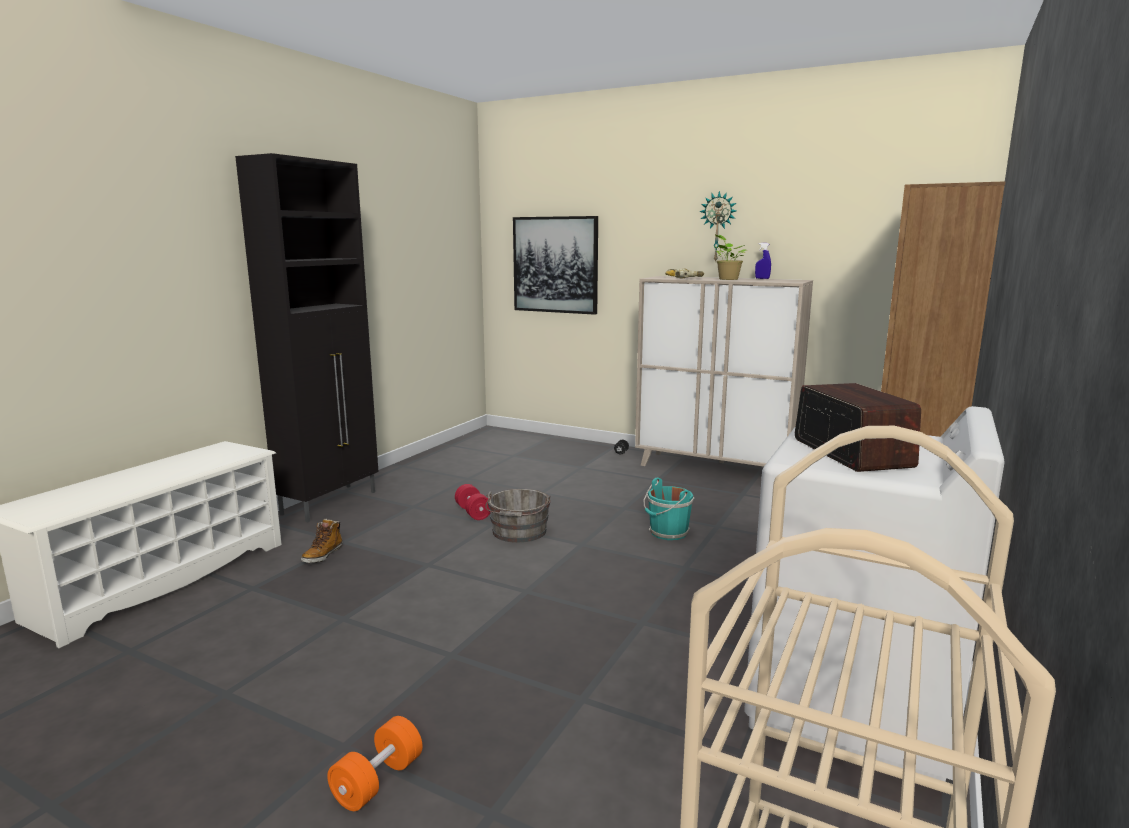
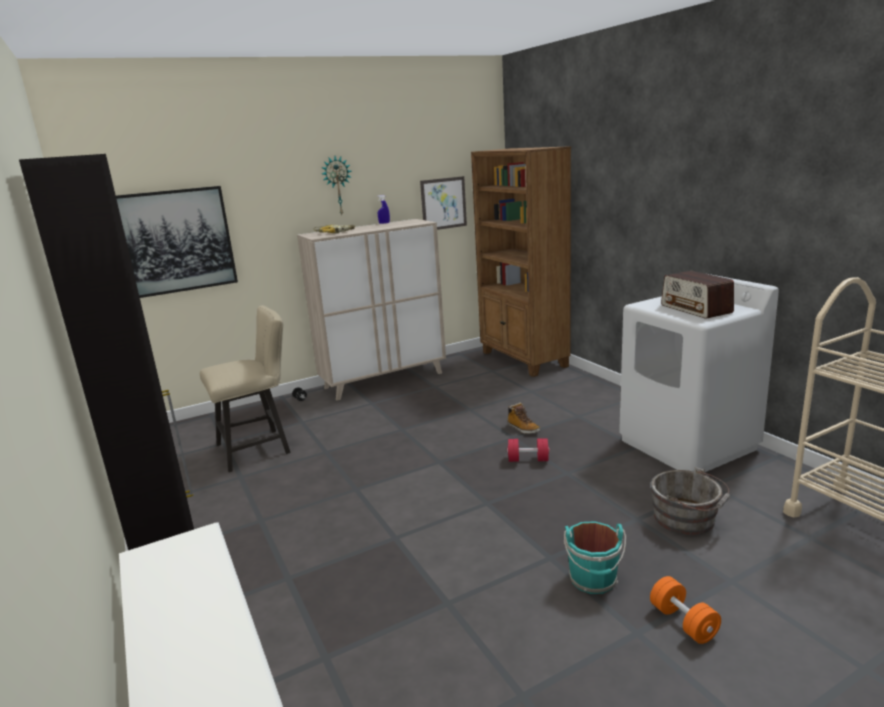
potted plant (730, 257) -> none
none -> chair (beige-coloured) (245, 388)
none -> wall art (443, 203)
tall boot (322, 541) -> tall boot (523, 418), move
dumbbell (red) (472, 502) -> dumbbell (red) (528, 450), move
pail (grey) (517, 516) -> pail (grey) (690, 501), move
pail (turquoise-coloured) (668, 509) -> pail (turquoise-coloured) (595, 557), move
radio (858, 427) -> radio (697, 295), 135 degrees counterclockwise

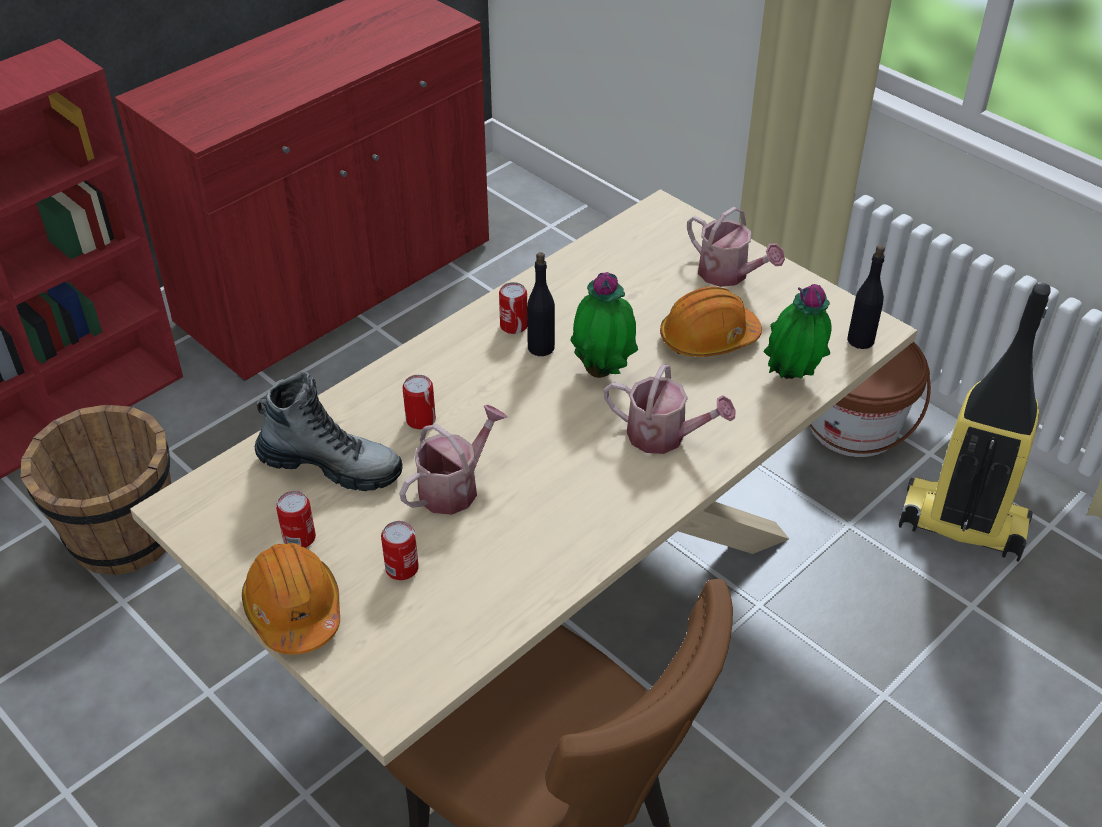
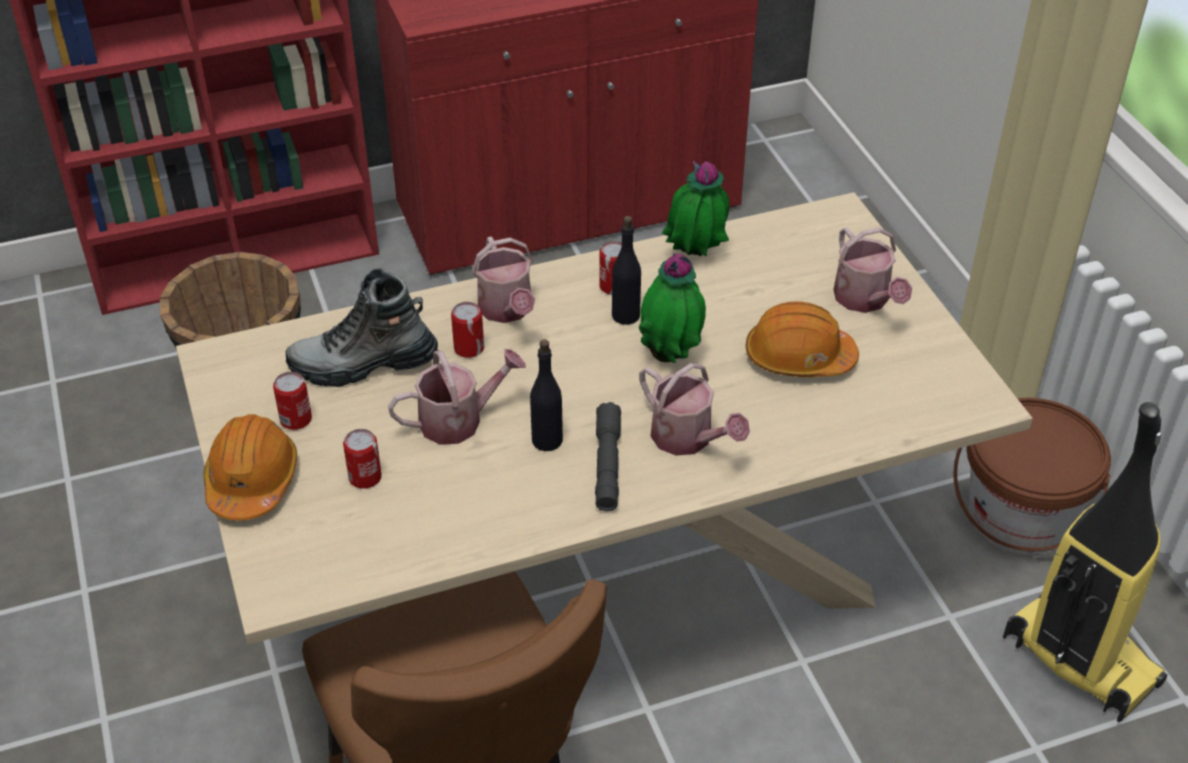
none -> watering pot (503, 279)
none -> flashlight (grey) (608, 456)
potted plant (797, 331) -> potted plant (695, 208), move
beverage bottle (black-coloured) (866, 297) -> beverage bottle (black-coloured) (546, 395), move
tall boot (328, 431) -> tall boot (362, 327), 135 degrees clockwise

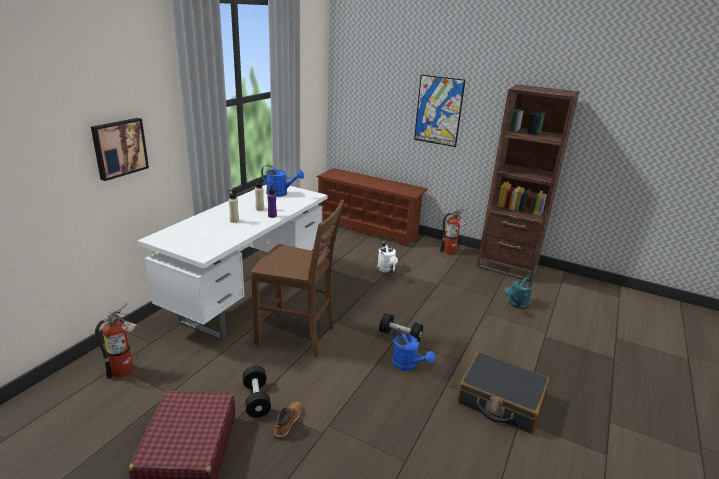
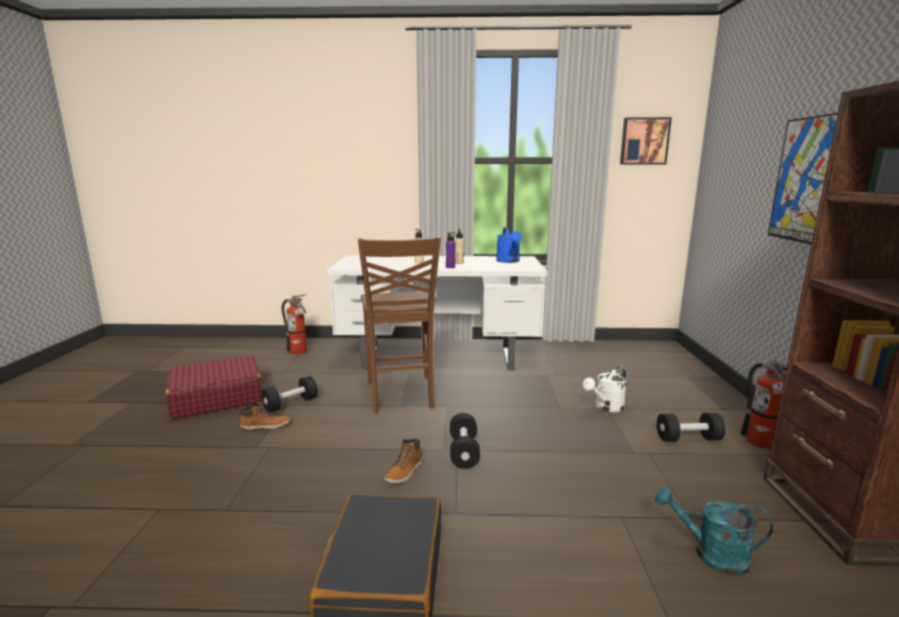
shoe stand (brown) (372, 207) -> none
none -> dumbbell (black-coloured) (691, 427)
wall art (120, 149) -> wall art (646, 141), move
watering pot (bluish) (413, 349) -> tall boot (403, 461)

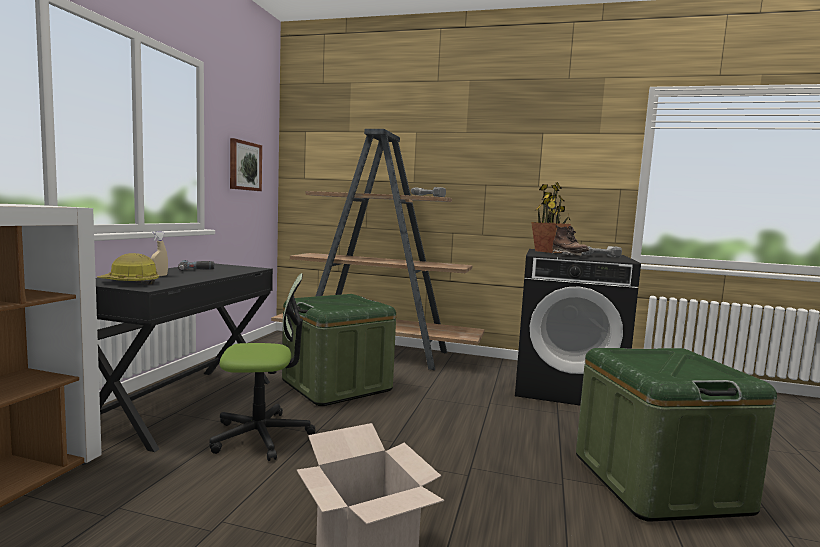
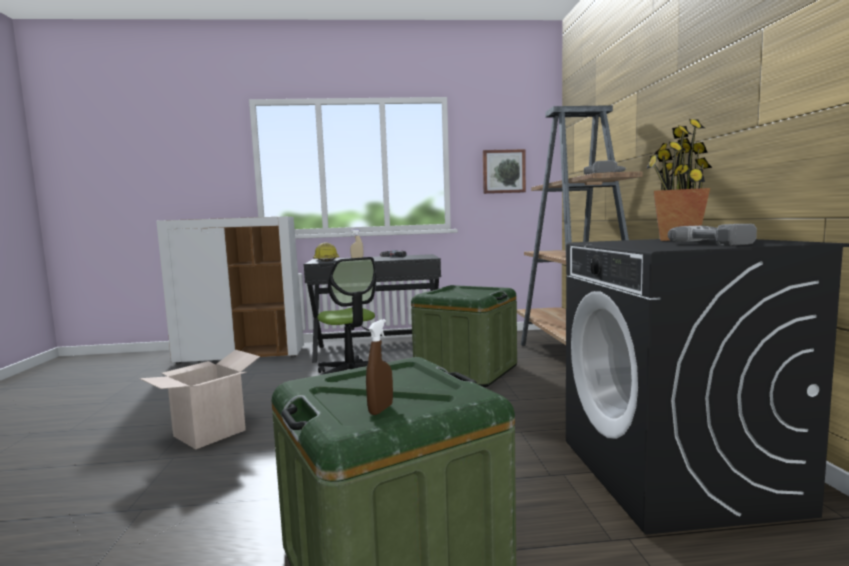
tall boot (brown) (570, 240) -> none
none -> hand sprayer (brown) (379, 367)

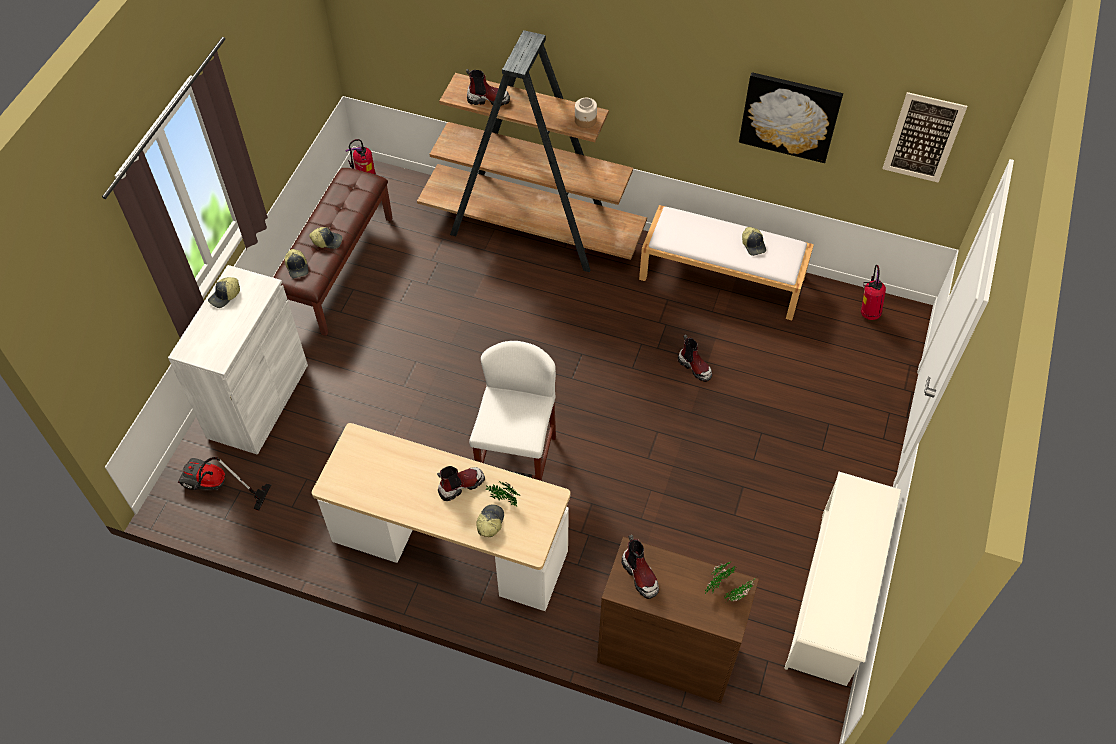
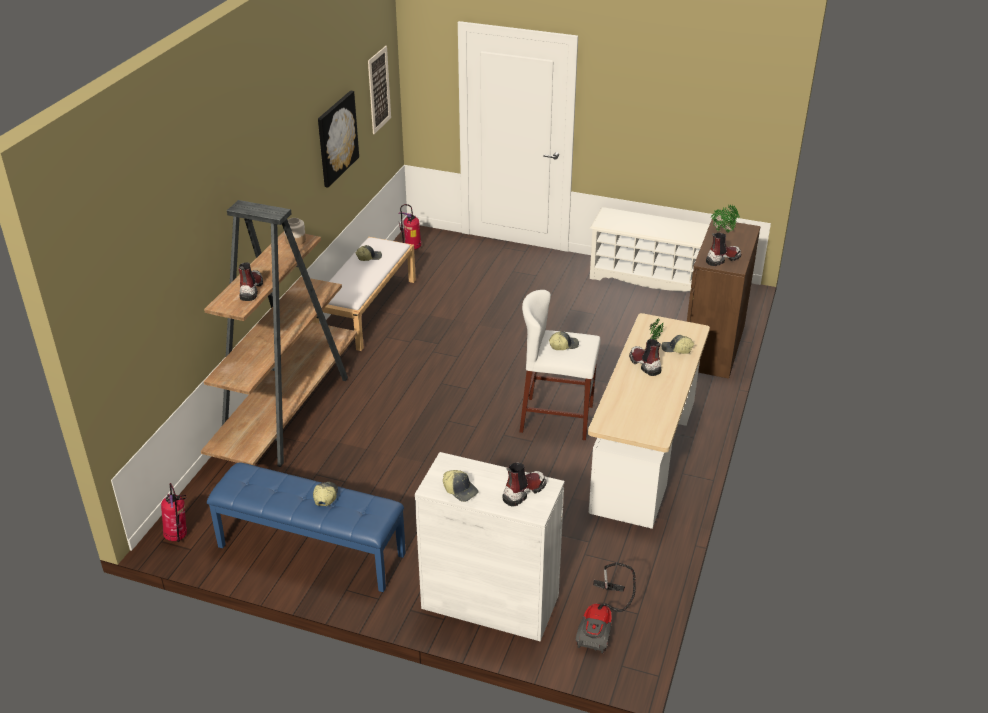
cap (297, 263) -> cap (564, 340), move
tall boot (695, 358) -> tall boot (525, 484), move
indoor bench (brown) (332, 252) -> indoor bench (bluish) (306, 527)

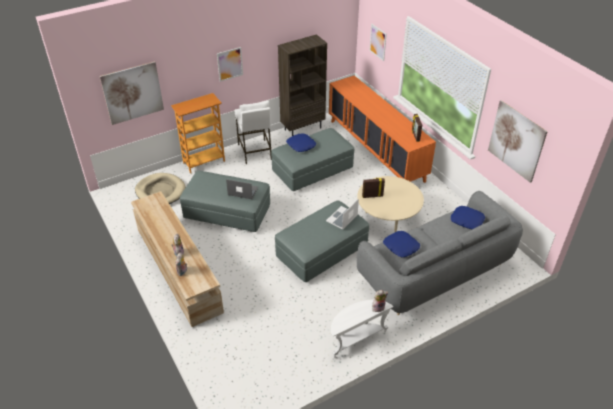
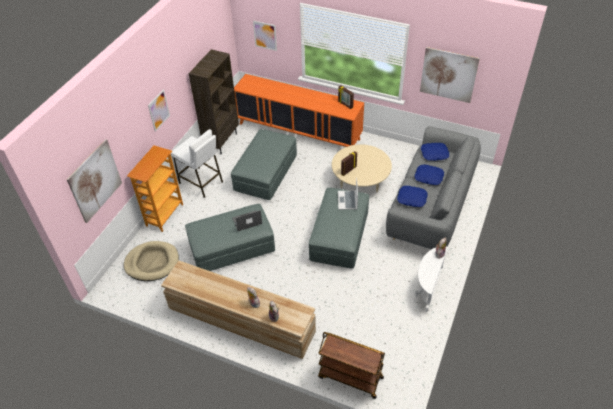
none -> wheeled cart (brown) (351, 365)
throw pillow (bluish) (301, 142) -> throw pillow (bluish) (429, 174), move

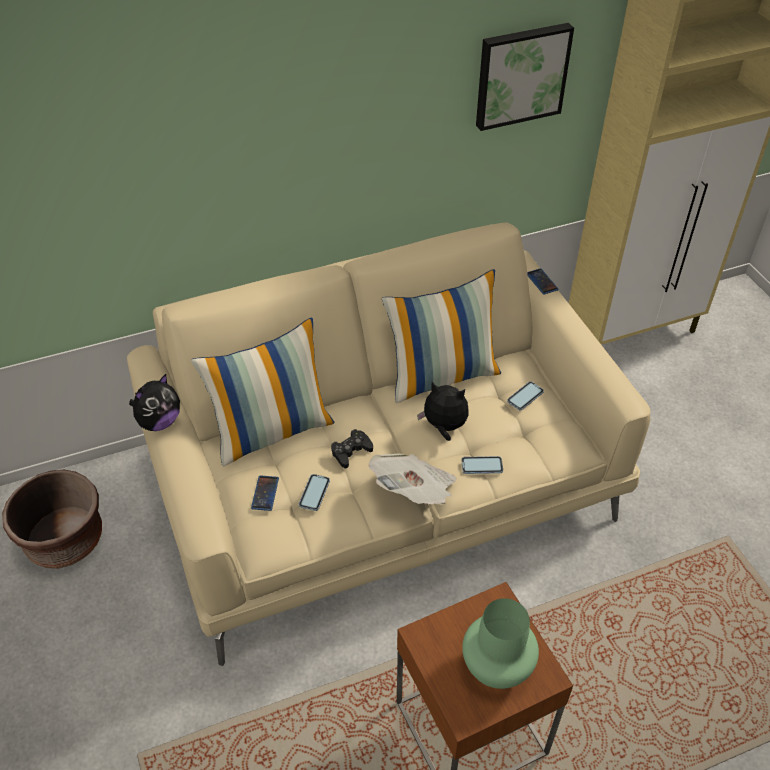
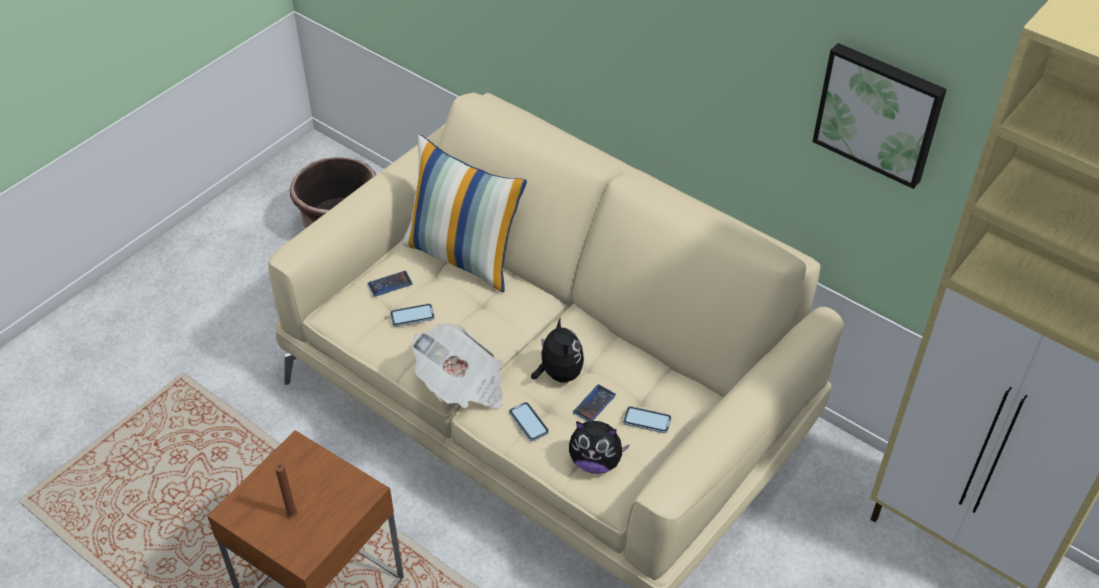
gamepad (black-coloured) (352, 448) -> none
throw pillow (441, 336) -> none
soft toy (154, 402) -> soft toy (599, 447), move
handset (543, 281) -> handset (594, 402), move
decorative vase (green-coloured) (500, 643) -> wax light (brown) (286, 490)

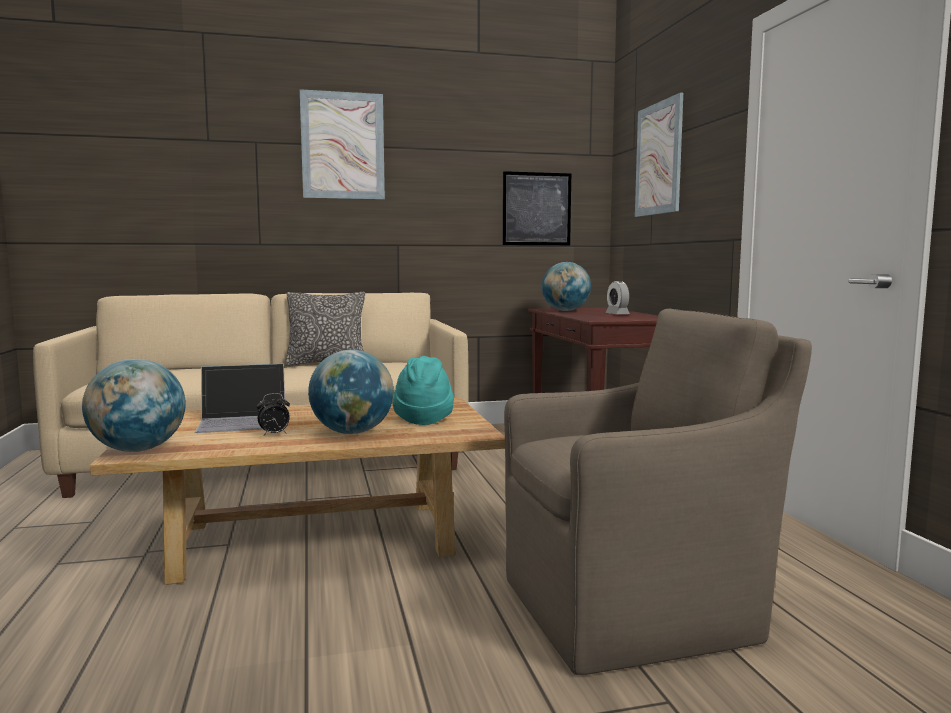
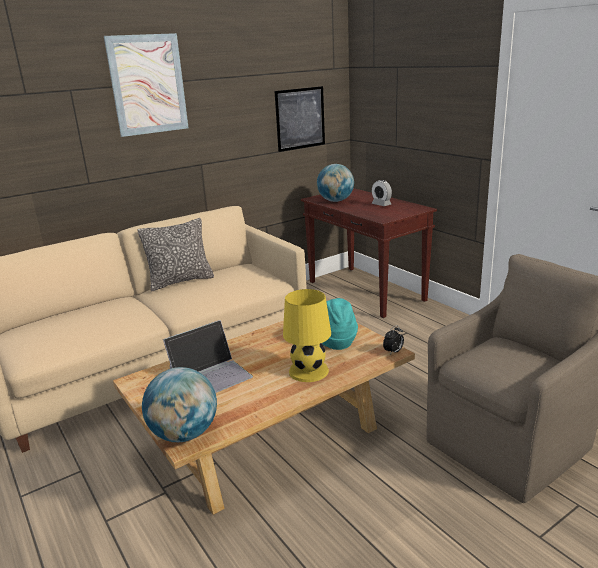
wall art (659, 154) -> none
alarm clock (273, 414) -> alarm clock (393, 340), move
world globe (351, 392) -> tabletop lamp (yellow) (307, 335)

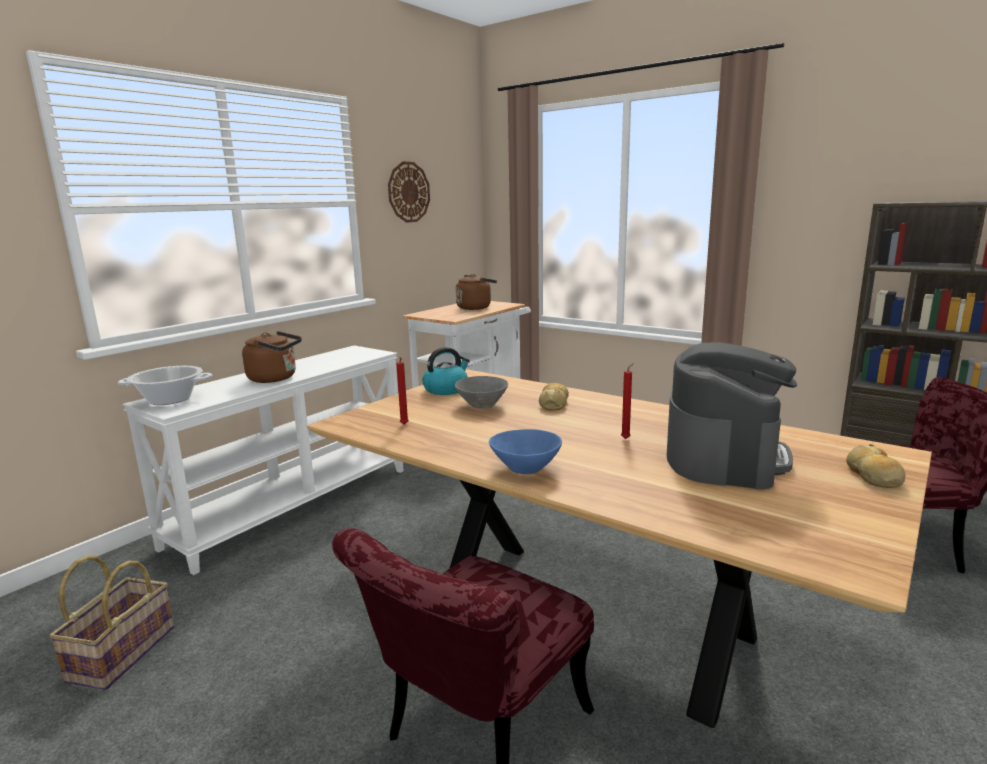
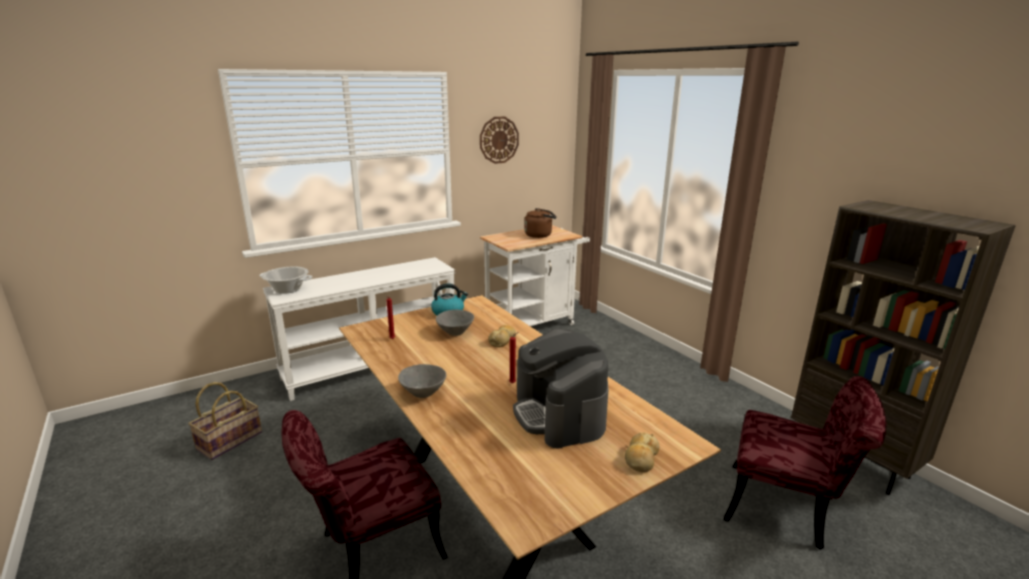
water kettle (brown) (272, 357) -> none
serving bowl (bluish) (525, 451) -> serving bowl (grey) (422, 381)
coffee machine (732, 416) -> coffee machine (561, 389), 120 degrees clockwise

